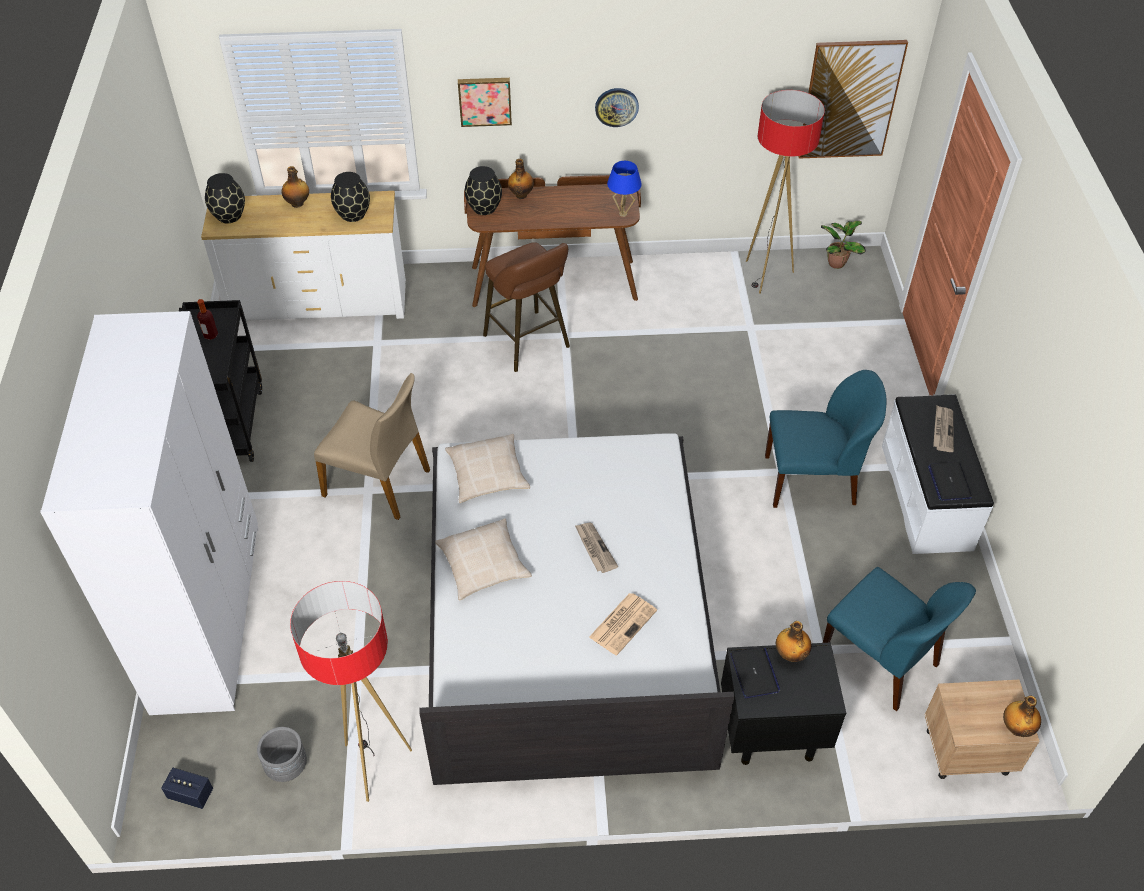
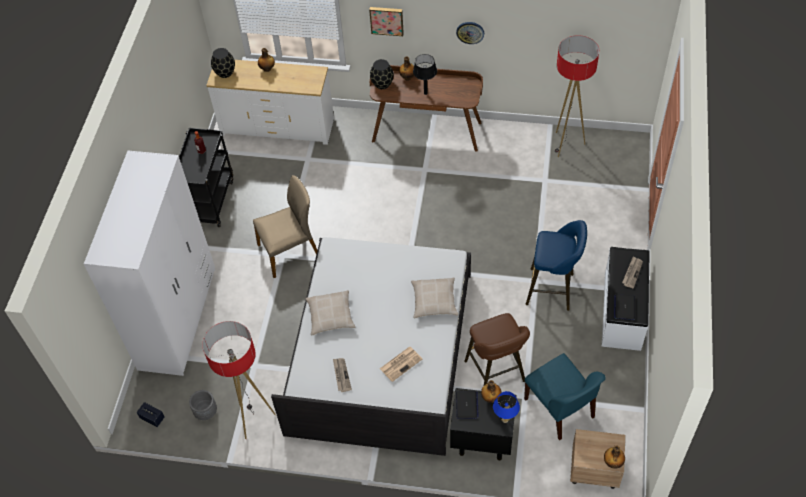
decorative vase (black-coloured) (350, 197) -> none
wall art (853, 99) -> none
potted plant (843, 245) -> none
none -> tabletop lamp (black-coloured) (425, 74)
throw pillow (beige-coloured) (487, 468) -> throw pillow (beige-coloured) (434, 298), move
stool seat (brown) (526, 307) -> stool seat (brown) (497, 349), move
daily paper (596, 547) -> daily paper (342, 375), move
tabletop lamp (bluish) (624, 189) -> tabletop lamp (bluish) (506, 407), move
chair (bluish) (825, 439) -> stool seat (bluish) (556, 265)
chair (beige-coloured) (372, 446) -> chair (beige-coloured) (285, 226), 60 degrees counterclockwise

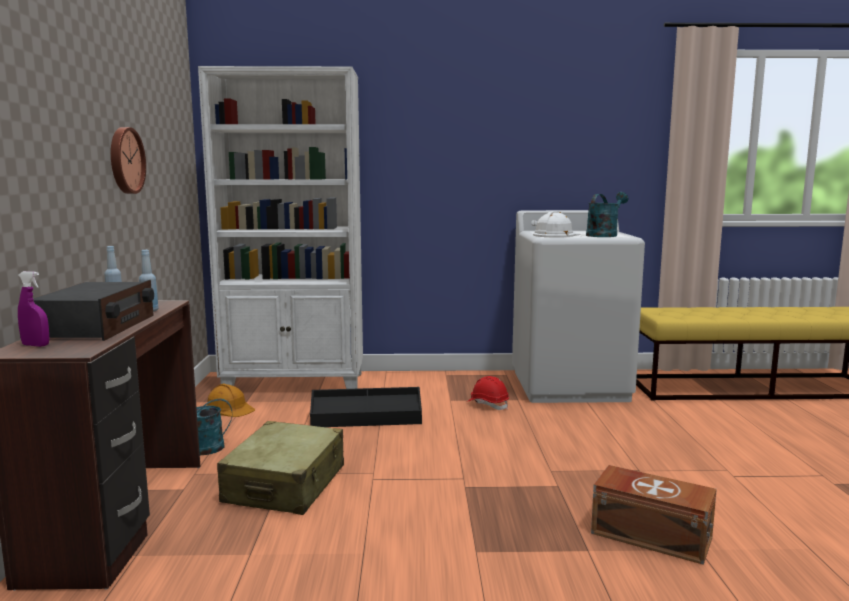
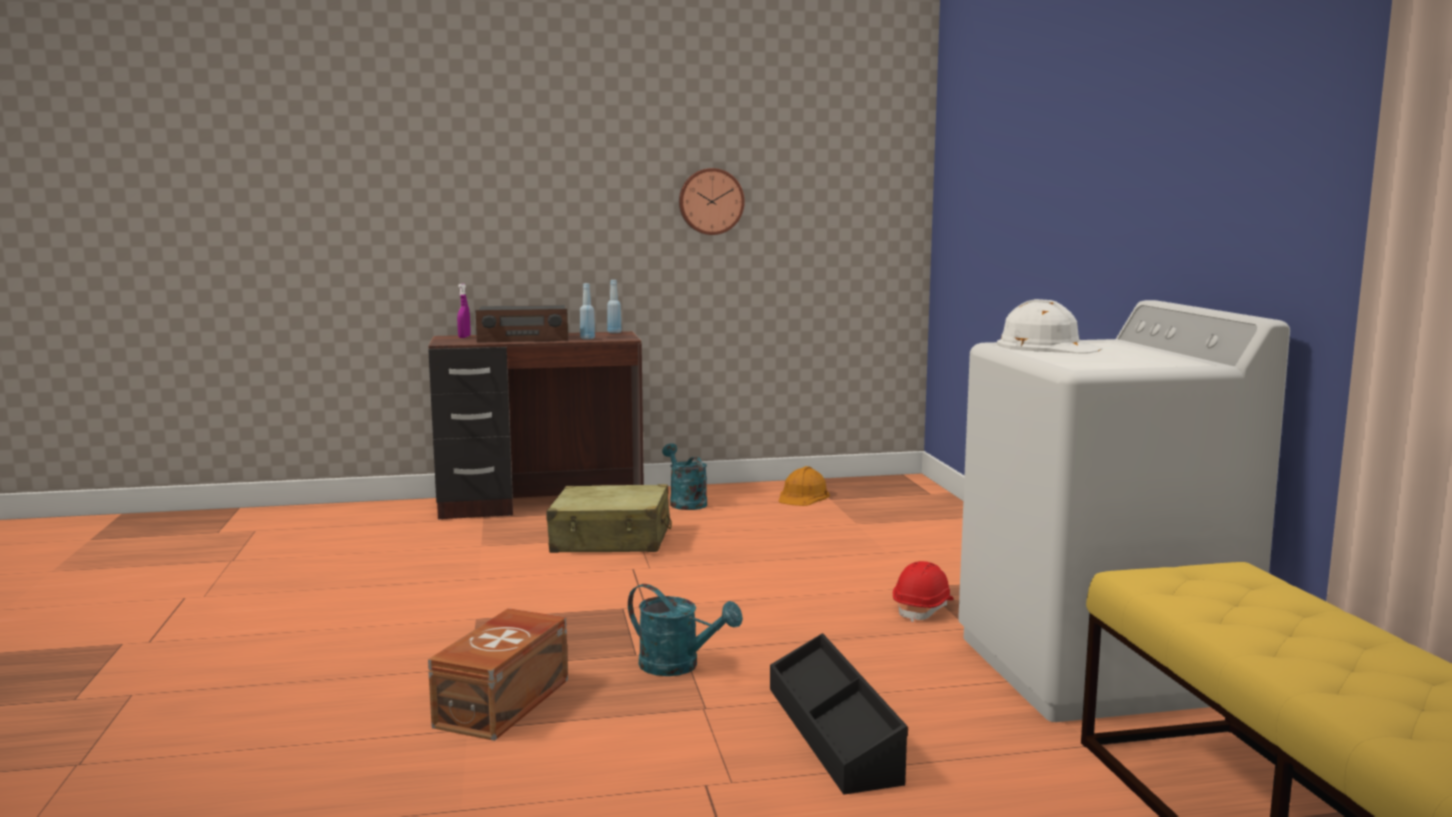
bookcase (white-coloured) (280, 227) -> none
storage bin (black-coloured) (366, 407) -> storage bin (black-coloured) (839, 714), move
watering pot (turquoise-coloured) (607, 214) -> watering pot (turquoise-coloured) (685, 630), move

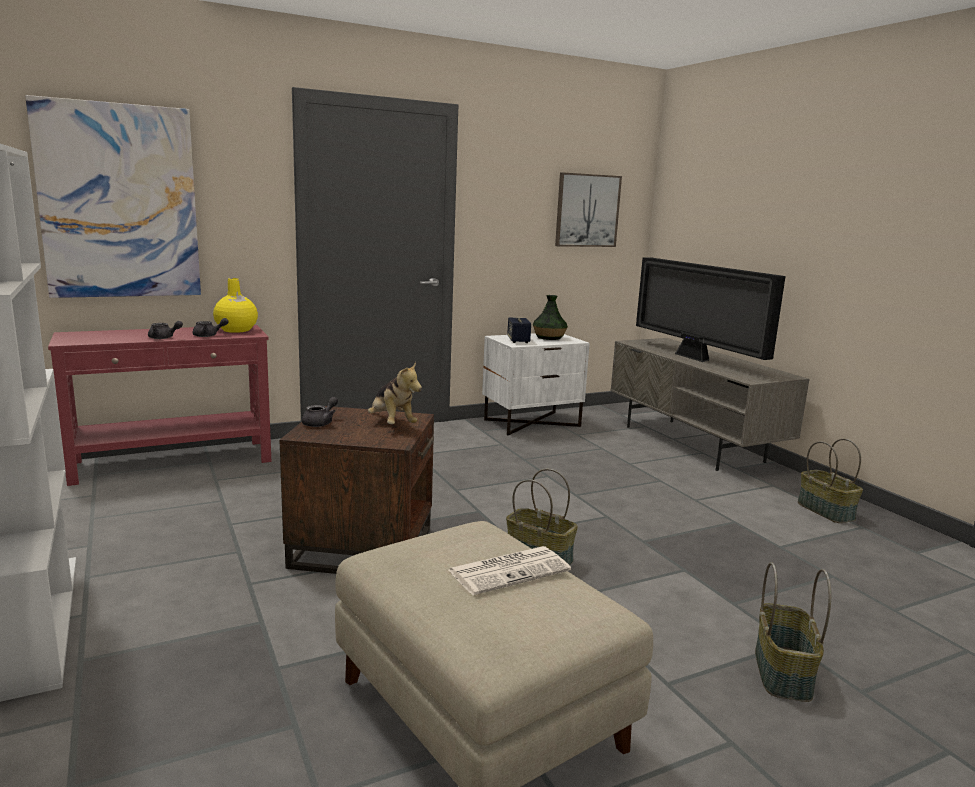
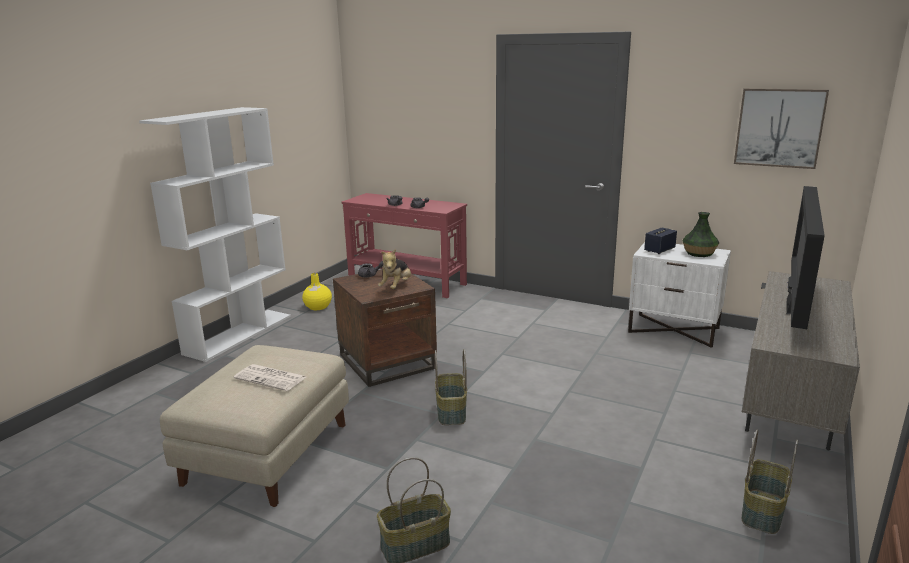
wall art (113, 196) -> none
decorative vase (yellow) (235, 305) -> decorative vase (yellow) (317, 291), move

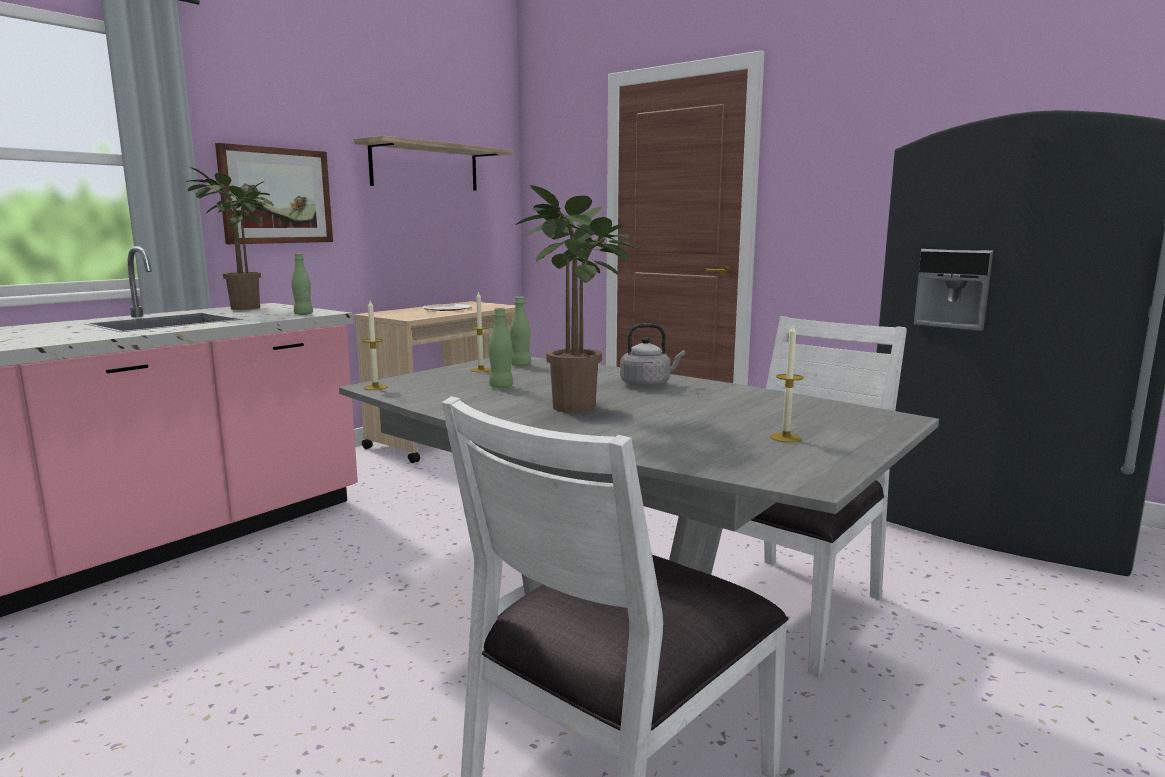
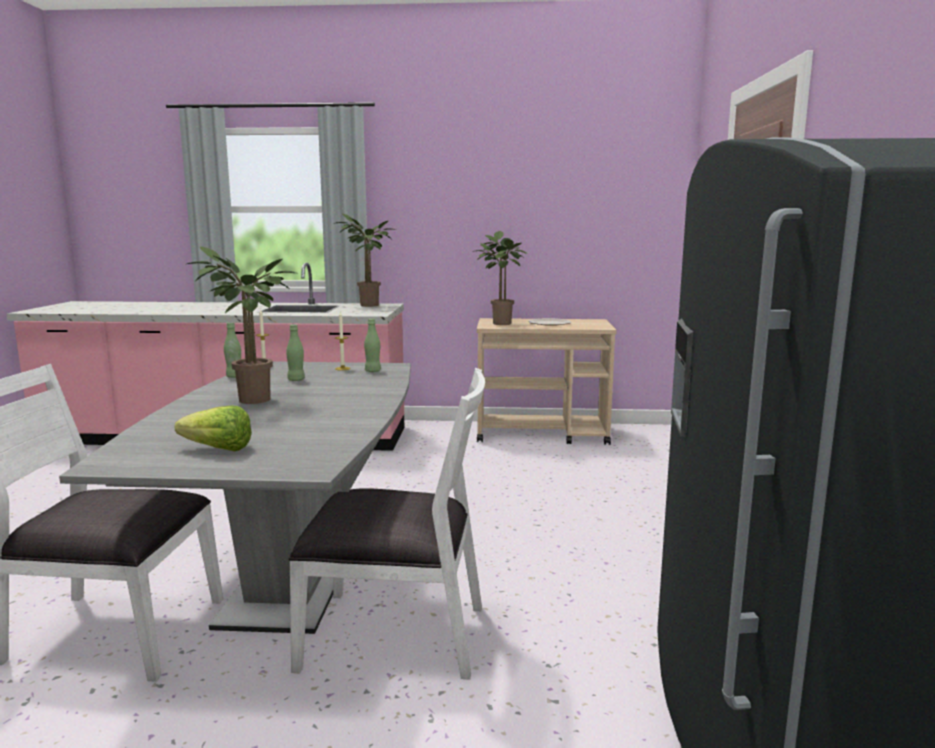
wall art (274, 193) -> none
bracket shelf (433, 163) -> none
water kettle (grey) (652, 356) -> none
none -> potted plant (501, 278)
beverage bottle (green-coloured) (302, 284) -> beverage bottle (green-coloured) (232, 350), move
wax light (787, 382) -> head of lettuce (213, 428)

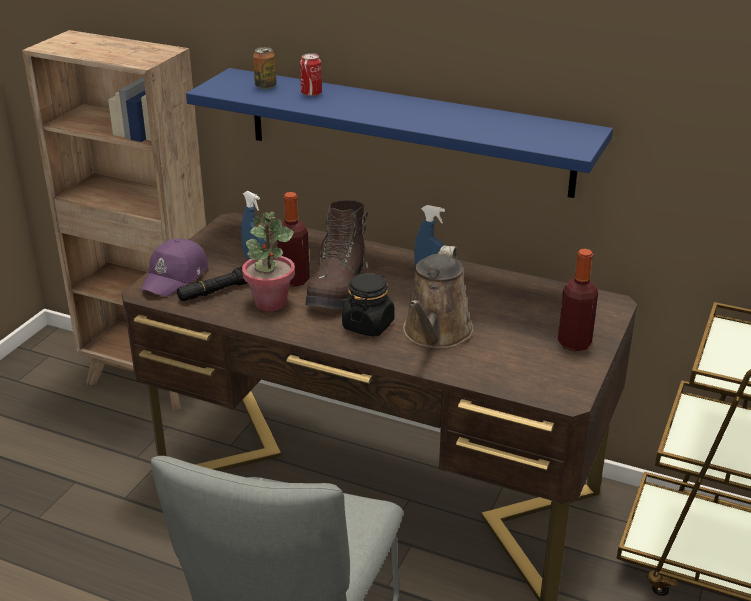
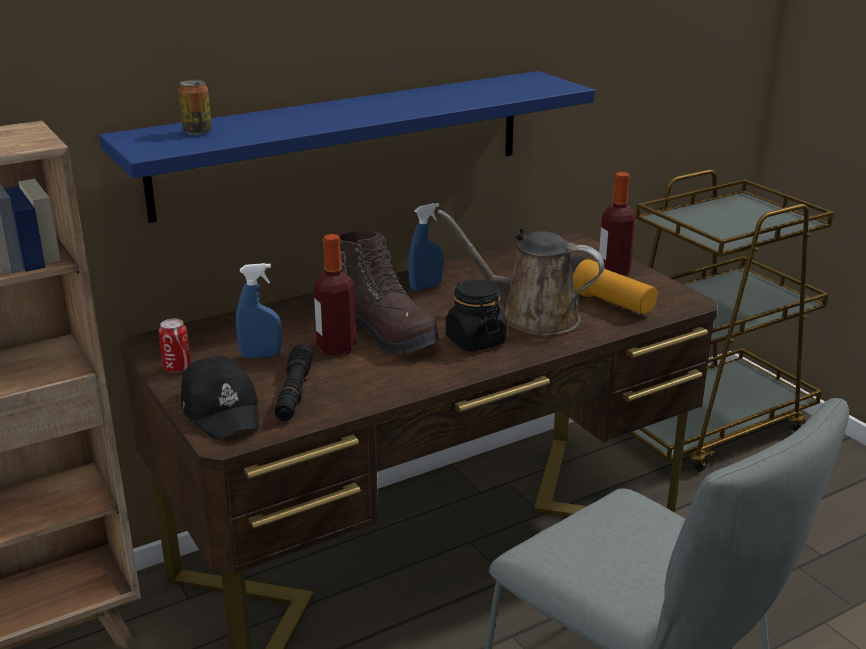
potted plant (268, 261) -> none
none -> flashlight (614, 285)
sealed can (311, 74) -> sealed can (175, 346), move
cap (purplish) (174, 267) -> cap (black-coloured) (220, 398)
watering pot (brown) (438, 297) -> watering pot (brown) (520, 272), 150 degrees clockwise

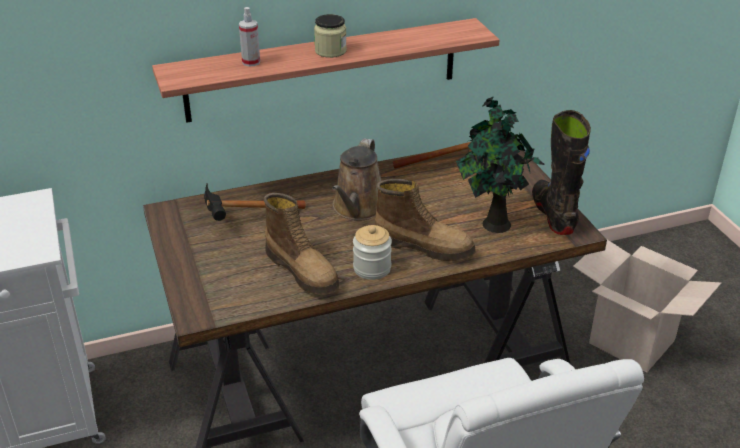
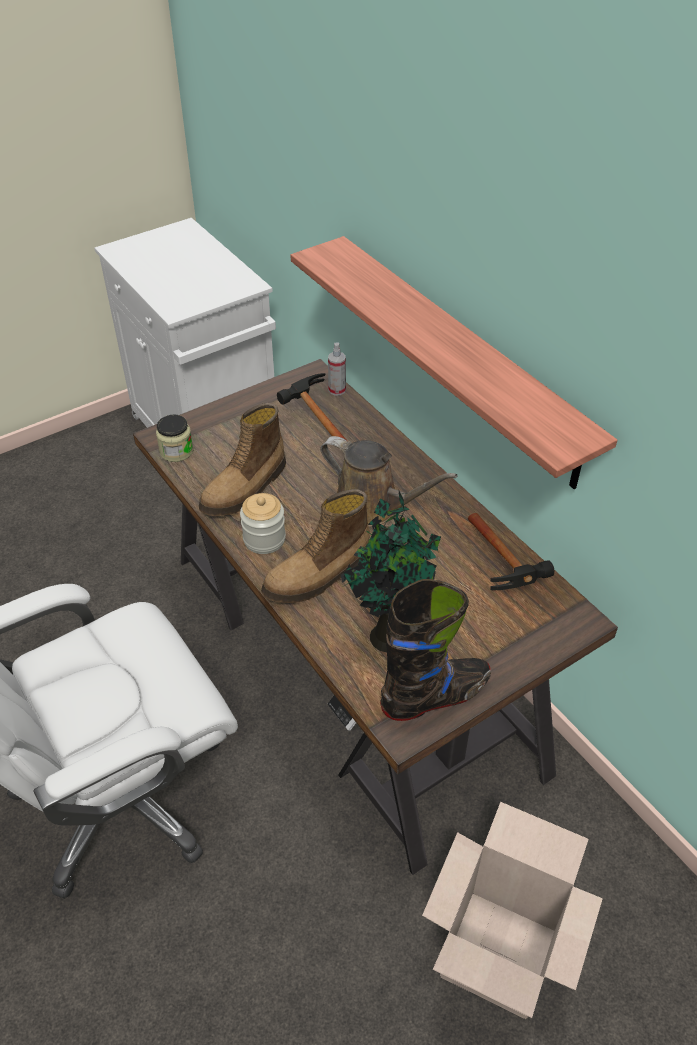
hand sprayer (249, 37) -> hand sprayer (337, 369), move
jar (330, 36) -> jar (174, 438), move
watering pot (brown) (357, 179) -> watering pot (brown) (389, 481), 150 degrees counterclockwise
tall boot (425, 220) -> tall boot (315, 546), 45 degrees clockwise

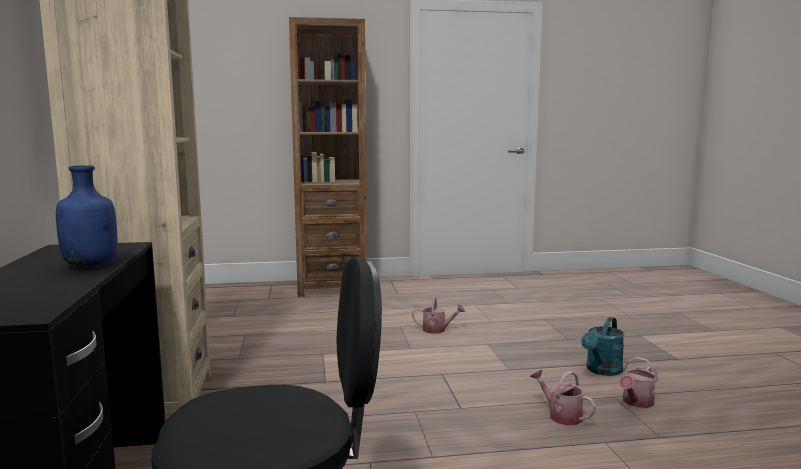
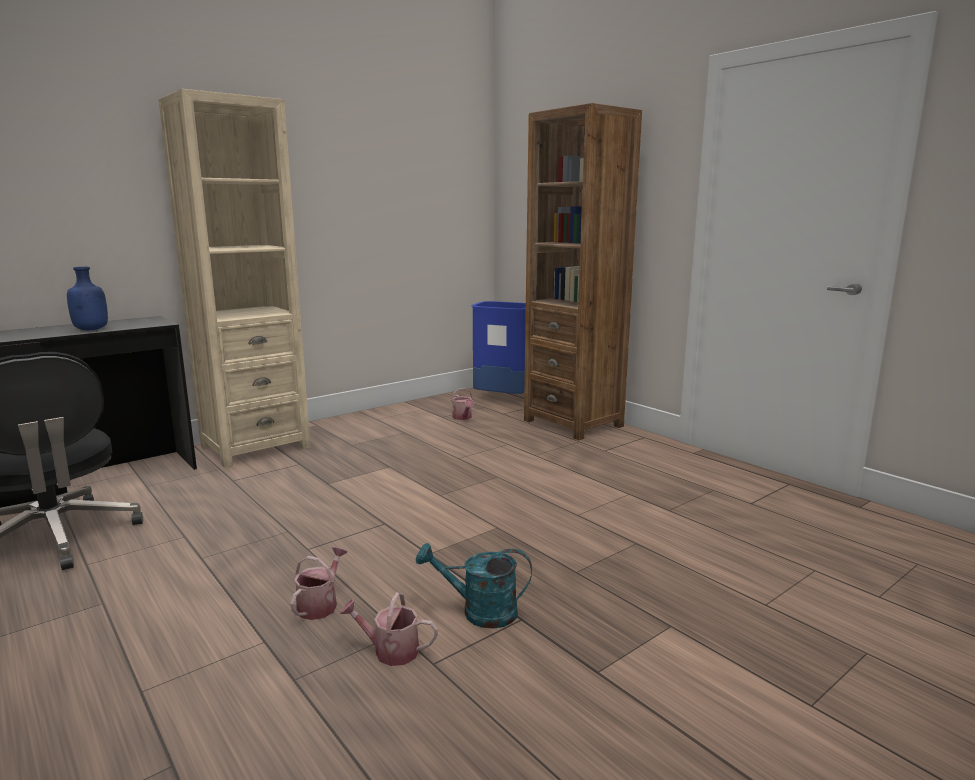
none -> rubbish bin (bluish) (498, 347)
watering pot (438, 315) -> watering pot (462, 404), move

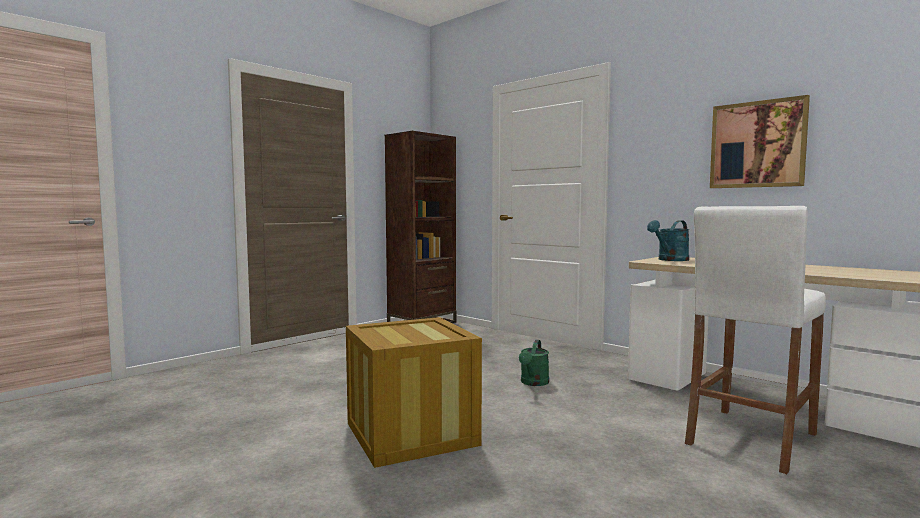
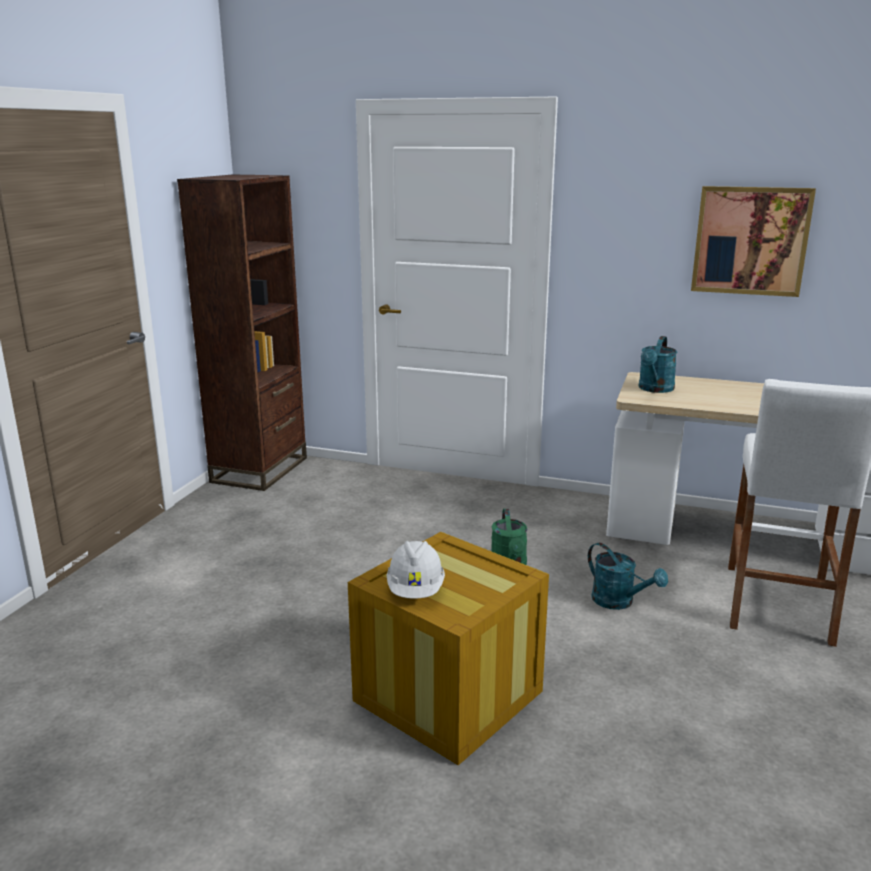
none -> safety helmet (white-coloured) (416, 570)
none -> watering pot (turquoise-coloured) (628, 576)

